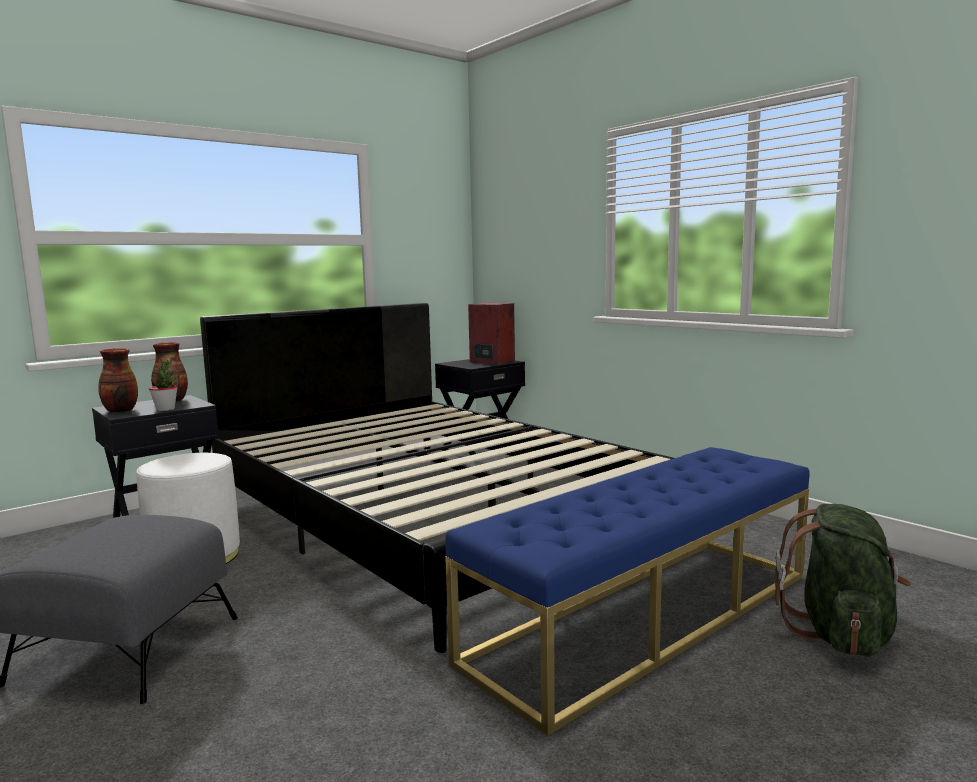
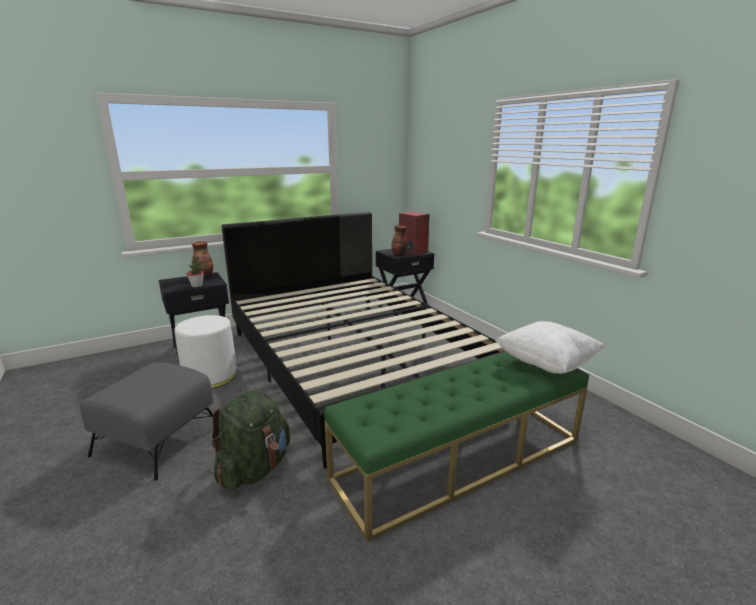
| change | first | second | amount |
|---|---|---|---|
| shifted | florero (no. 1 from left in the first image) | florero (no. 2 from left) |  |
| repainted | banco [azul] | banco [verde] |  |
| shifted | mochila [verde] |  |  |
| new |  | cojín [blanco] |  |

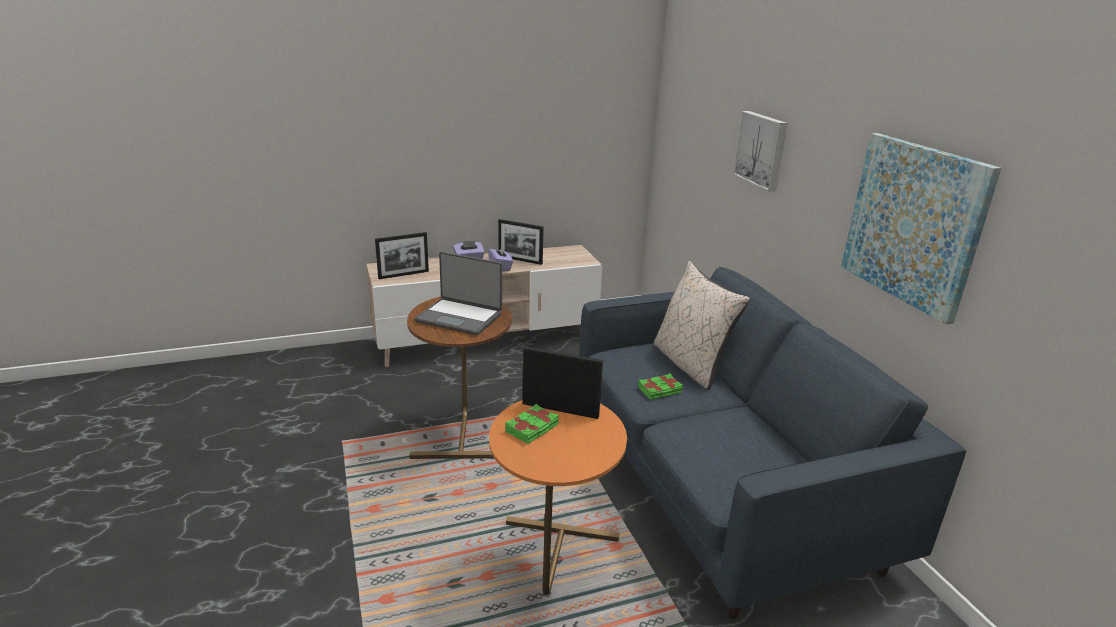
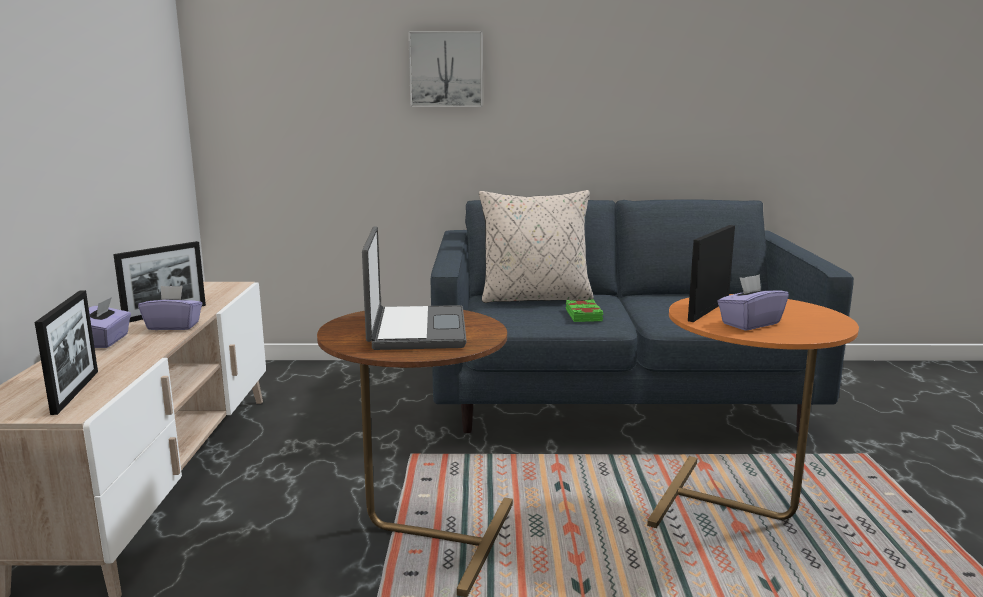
| change | first | second | amount |
|---|---|---|---|
| gone | cuadro (no. 2 from left) |  |  |
| rotated | portátil |  | 45 degrees counterclockwise |
| swapped | libro [verde] (no. 1 from left) | caja de pañuelos [morado] (no. 3 from left) |  |

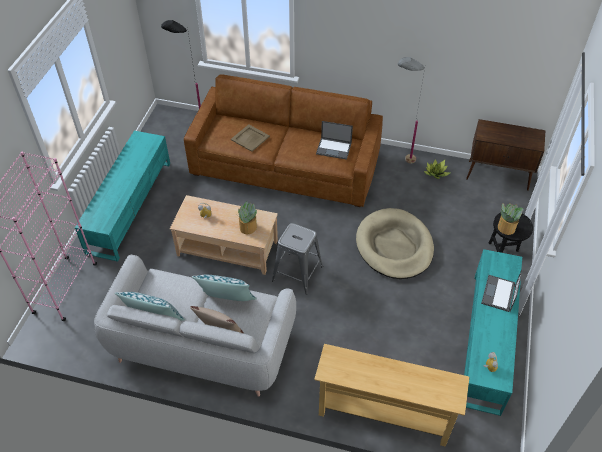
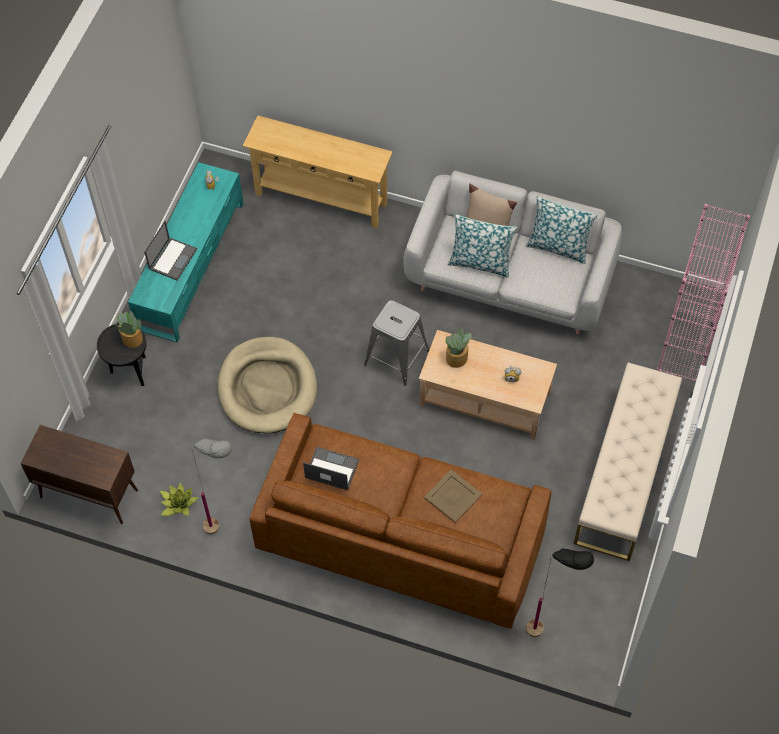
| change | first | second | amount |
|---|---|---|---|
| swapped | mueble de televisión [turquesa] (no. 1 from left) | banco [beis] |  |

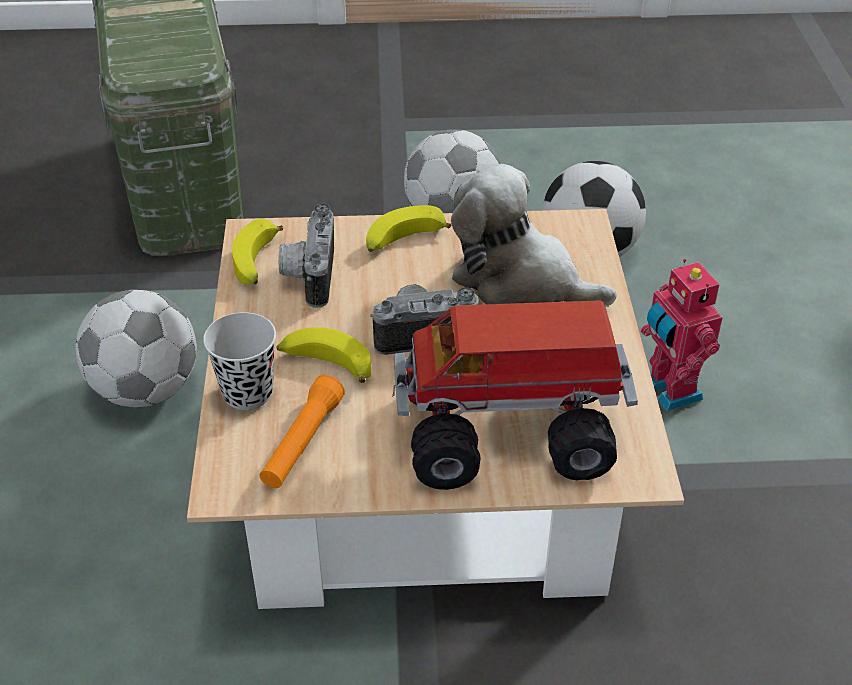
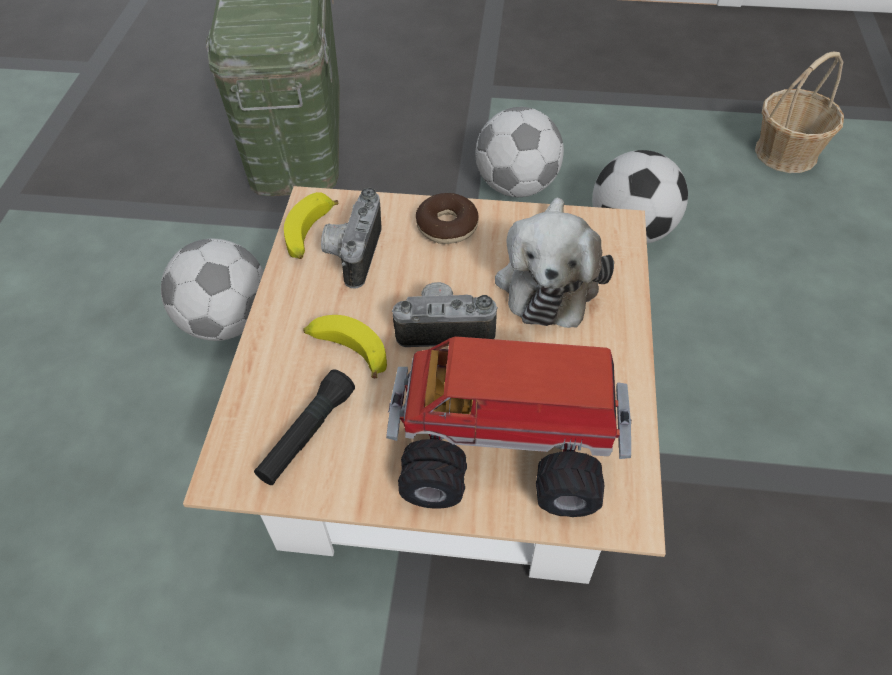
| change | first | second | amount |
|---|---|---|---|
| rotated | peluche |  | 120 degrees counterclockwise |
| swapped | plátano (no. 3 from left) | rosquilla |  |
| gone | robot de juguete |  |  |
| gone | taza [negro] |  |  |
| repainted | linterna [naranja] | linterna [negro] |  |
| new |  | cesta |  |

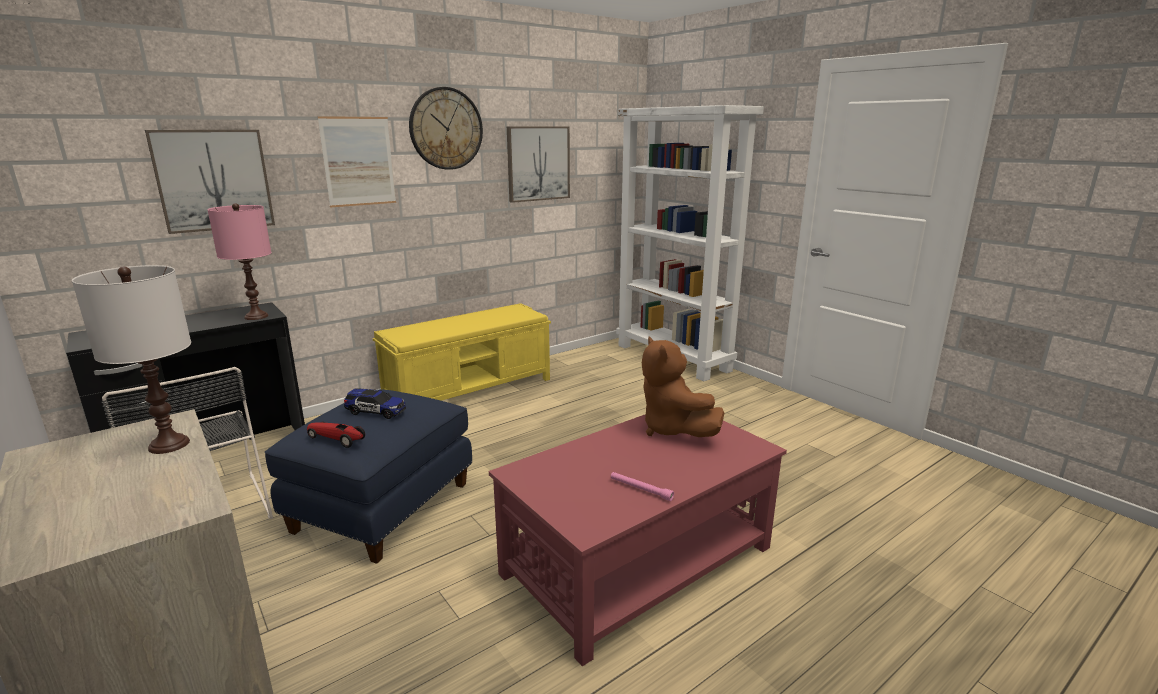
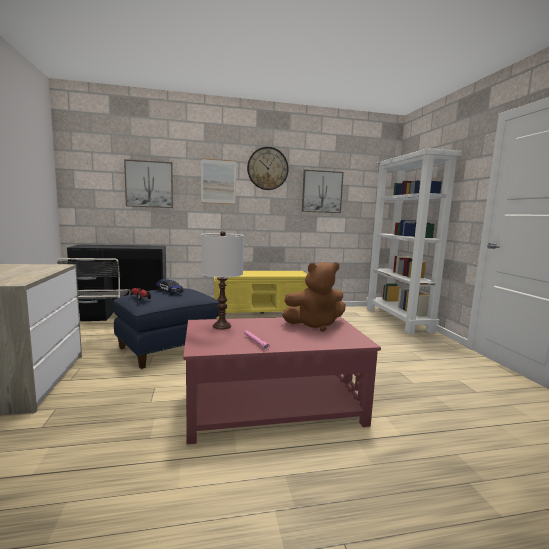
| change | first | second | amount |
|---|---|---|---|
| gone | lámpara de mesa [rosa] |  |  |
| shifted | lámpara de mesa [blanco] |  |  |
| rotated | peluche [marrón] |  | 105 degrees counterclockwise |

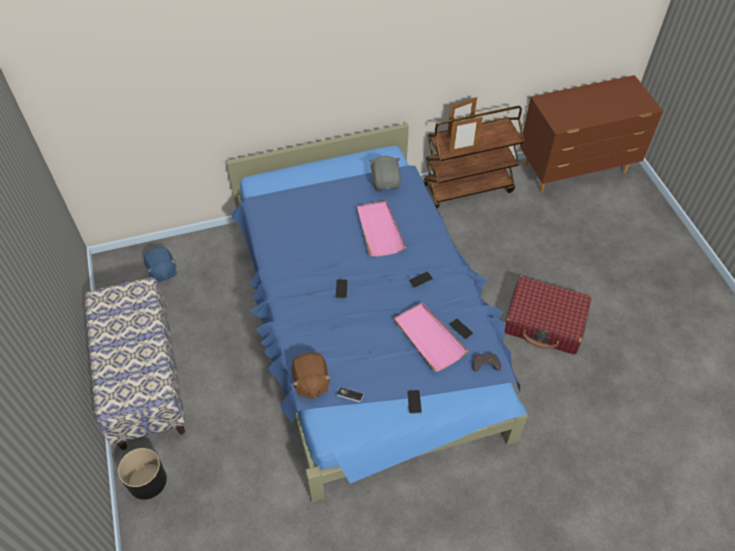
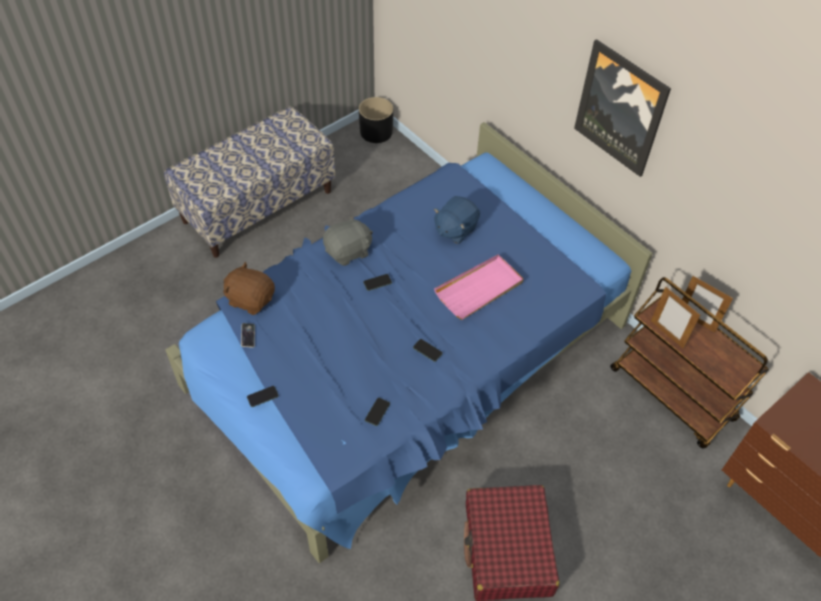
| change | first | second | amount |
|---|---|---|---|
| shifted | peluche [gris] |  |  |
| shifted | peluche [azul] |  |  |
| gone | bandeja [rosa] (no. 2 from left) |  |  |
| rotated | peluche [marrón] |  | 60 degrees clockwise |
| gone | mando de consola [gris] |  |  |
| shifted | maceta [negro] |  |  |
| new |  | cuadro |  |

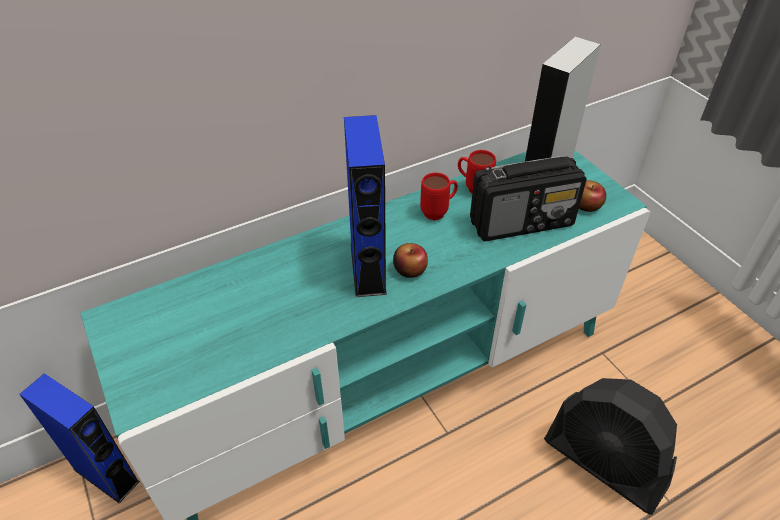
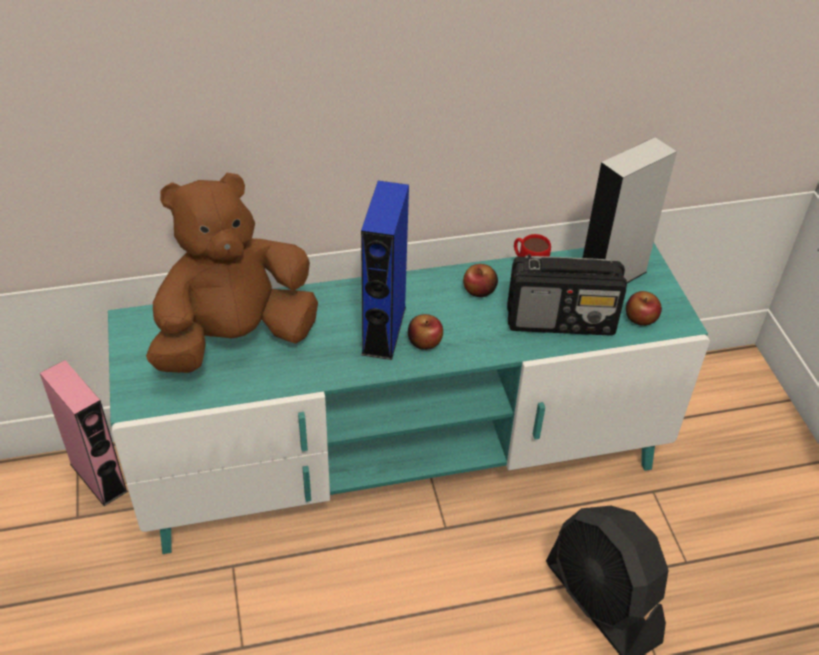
| change | first | second | amount |
|---|---|---|---|
| swapped | taza grande [rojo] (no. 1 from left) | manzana (no. 2 from left) |  |
| repainted | altavoz [azul] (no. 1 from left) | altavoz [rosa] |  |
| new |  | peluche [marrón] |  |

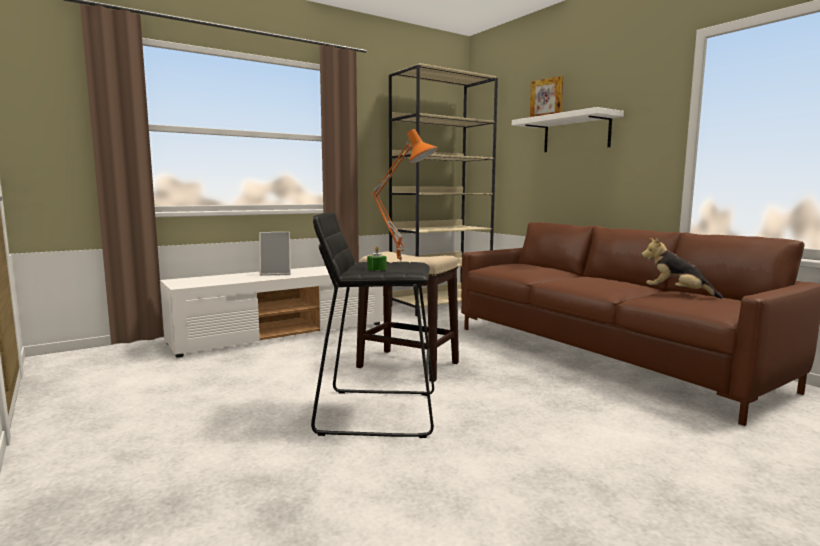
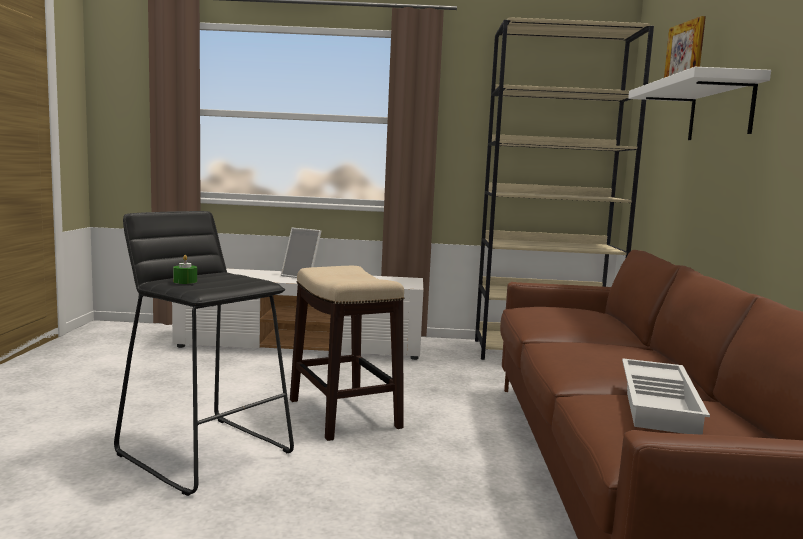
| change | first | second | amount |
|---|---|---|---|
| gone | lámpara de mesa [naranja] |  |  |
| swapped | peluche | bandeja [blanco] |  |

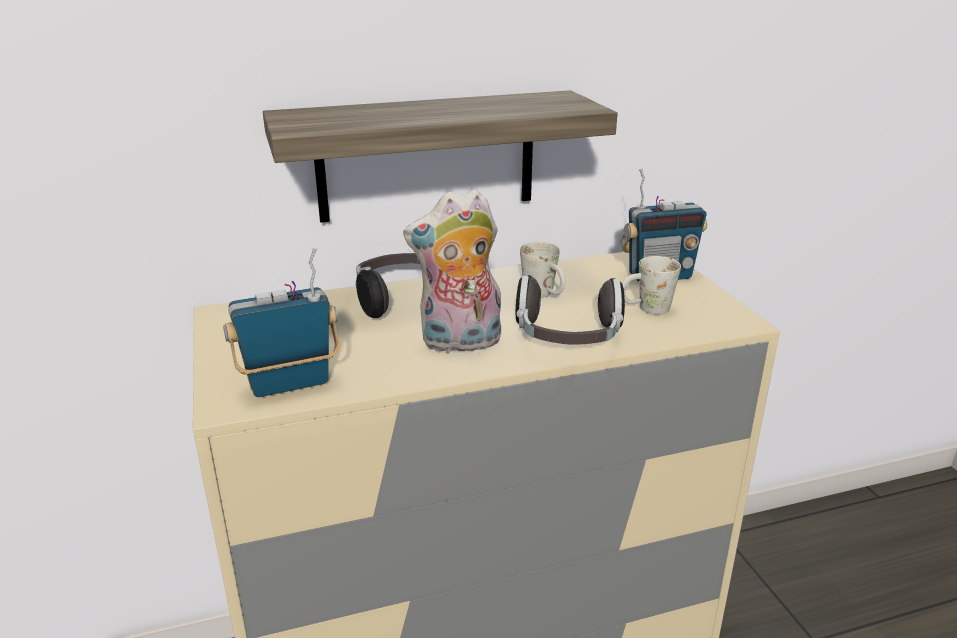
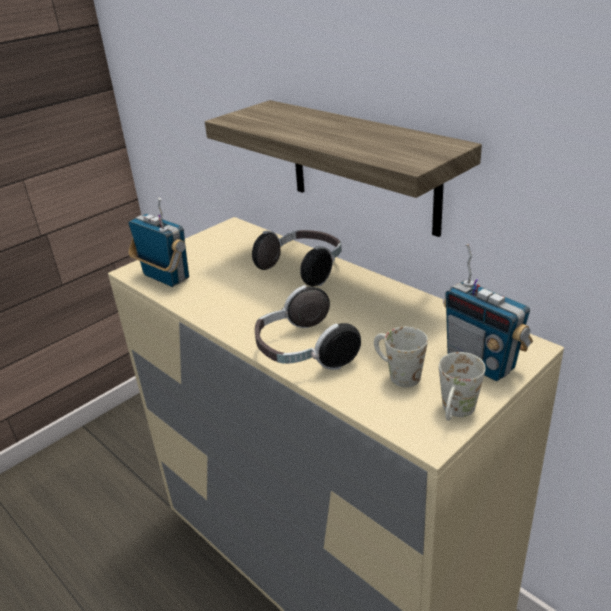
| change | first | second | amount |
|---|---|---|---|
| gone | peluche |  |  |
| shifted | taza grande [blanco] (no. 1 from left in the first image) | taza grande [blanco] (no. 2 from left) |  |

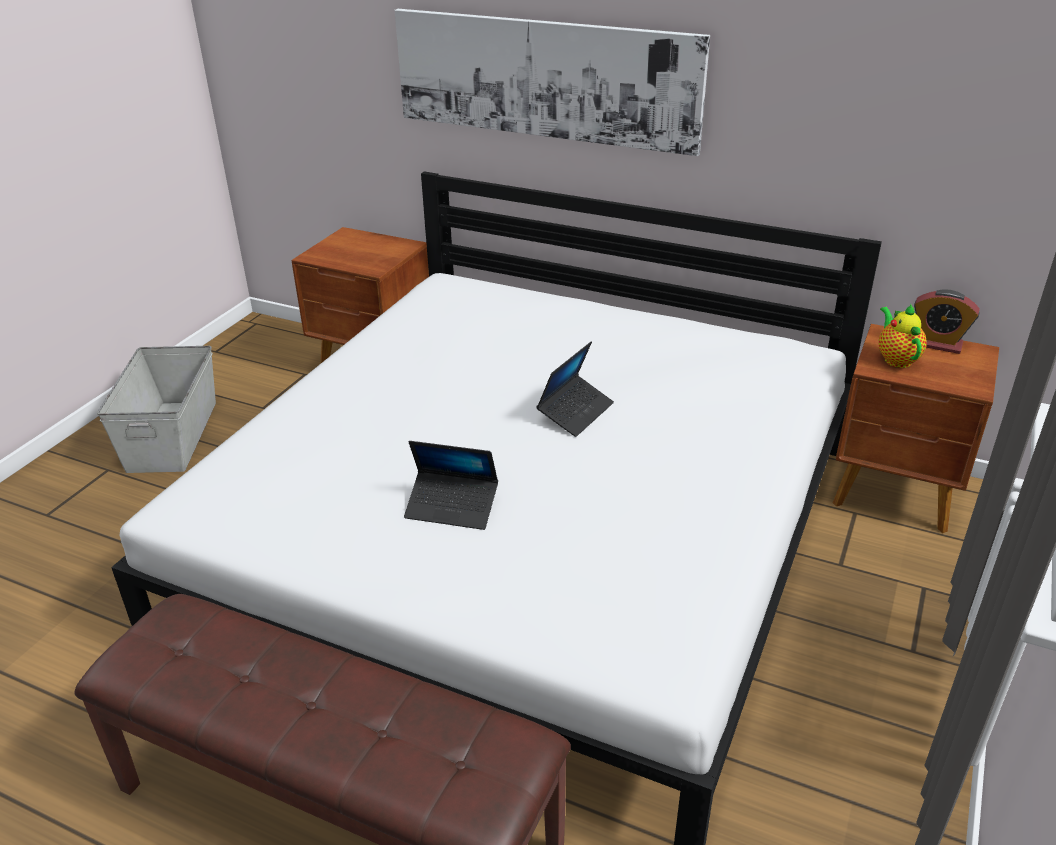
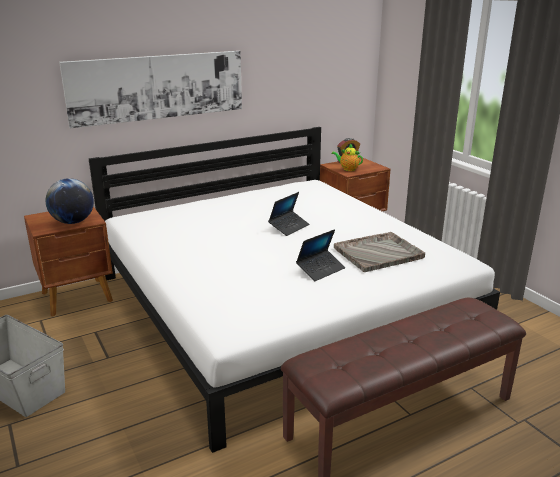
| change | first | second | amount |
|---|---|---|---|
| rotated | portátil (no. 2 from left in the first image) | portátil (no. 1 from left) | 60 degrees clockwise |
| new |  | globo terráqueo |  |
| new |  | bandeja [gris] |  |

